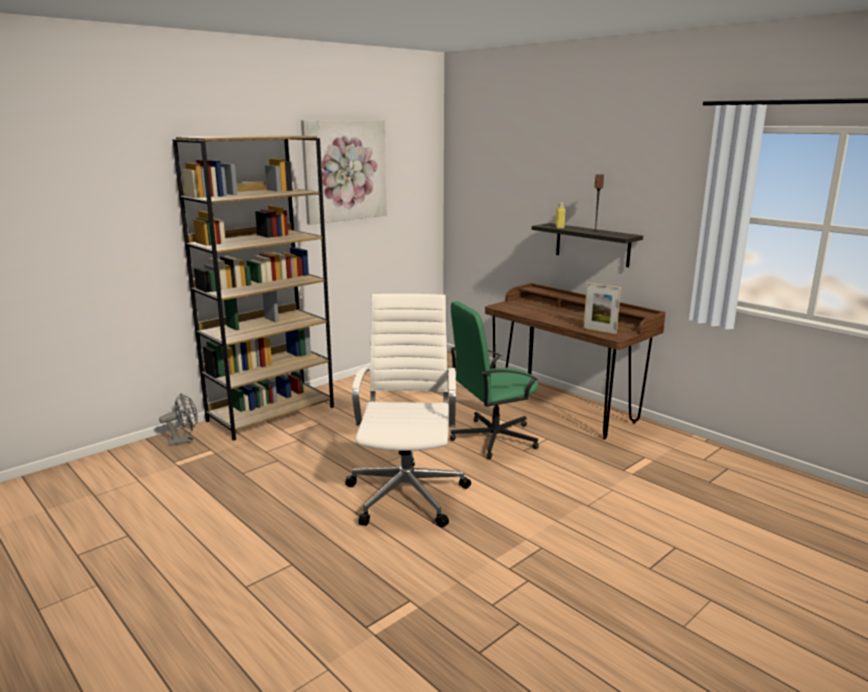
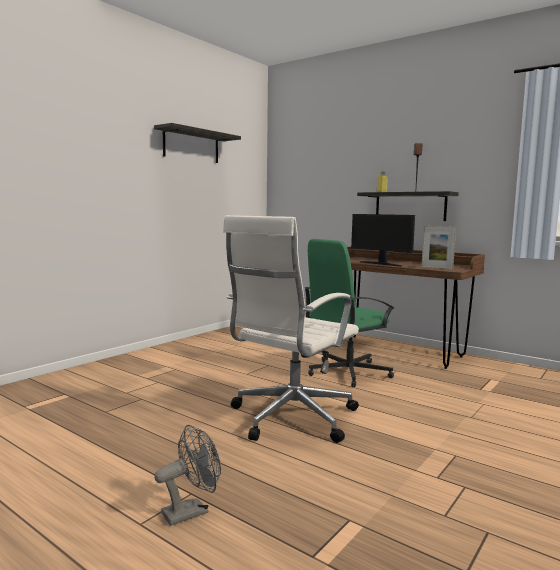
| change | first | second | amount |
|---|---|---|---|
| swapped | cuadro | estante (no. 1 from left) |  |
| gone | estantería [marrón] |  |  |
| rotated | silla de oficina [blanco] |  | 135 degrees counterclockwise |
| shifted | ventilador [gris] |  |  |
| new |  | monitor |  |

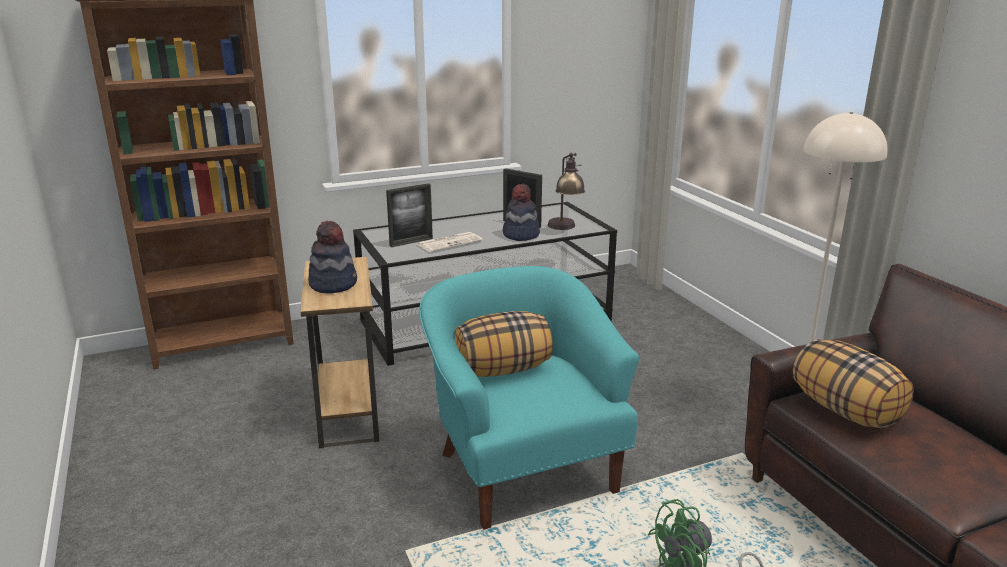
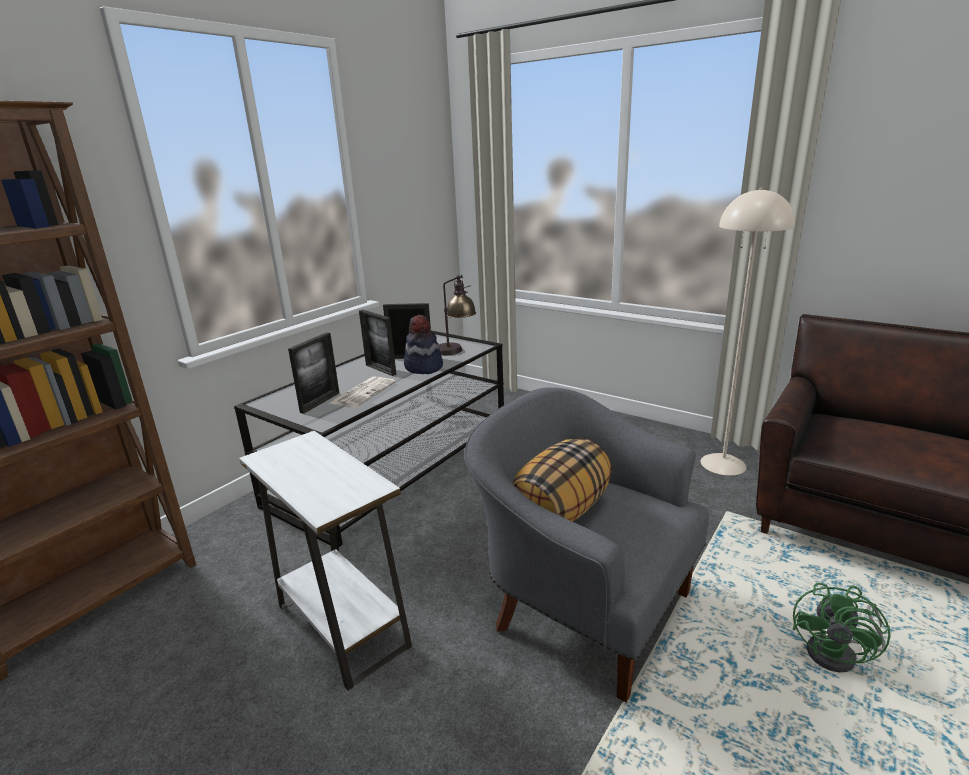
| change | first | second | amount |
|---|---|---|---|
| gone | sombrero (no. 1 from left) |  |  |
| repainted | mesa auxiliar [marrón] | mesa auxiliar [blanco] |  |
| repainted | sillón [turquesa] | sillón [gris] |  |
| gone | cojín (no. 2 from left) |  |  |
| new |  | portarretratos (no. 2 from left) |  |

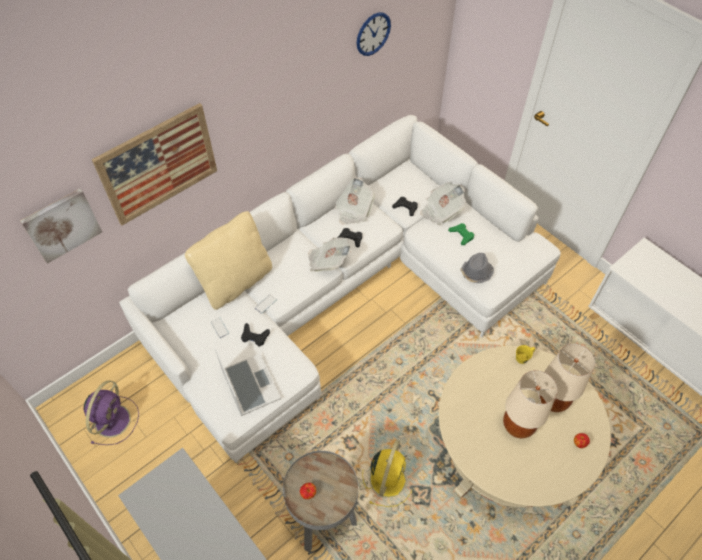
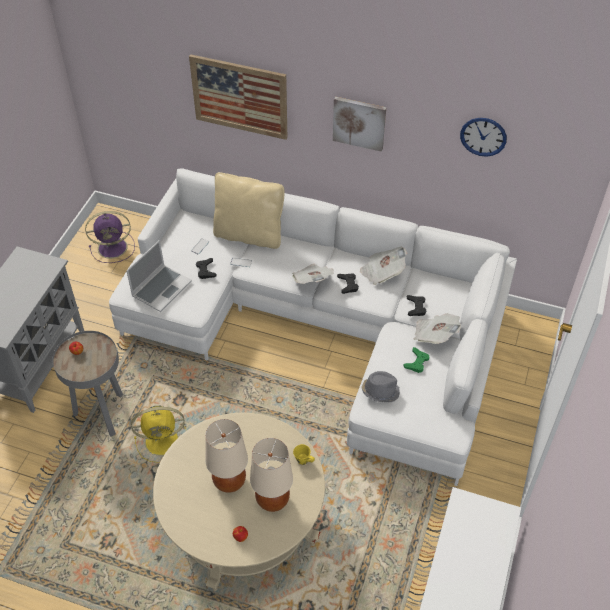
| change | first | second | amount |
|---|---|---|---|
| shifted | cuadro (no. 1 from left in the first image) | cuadro (no. 2 from left) |  |

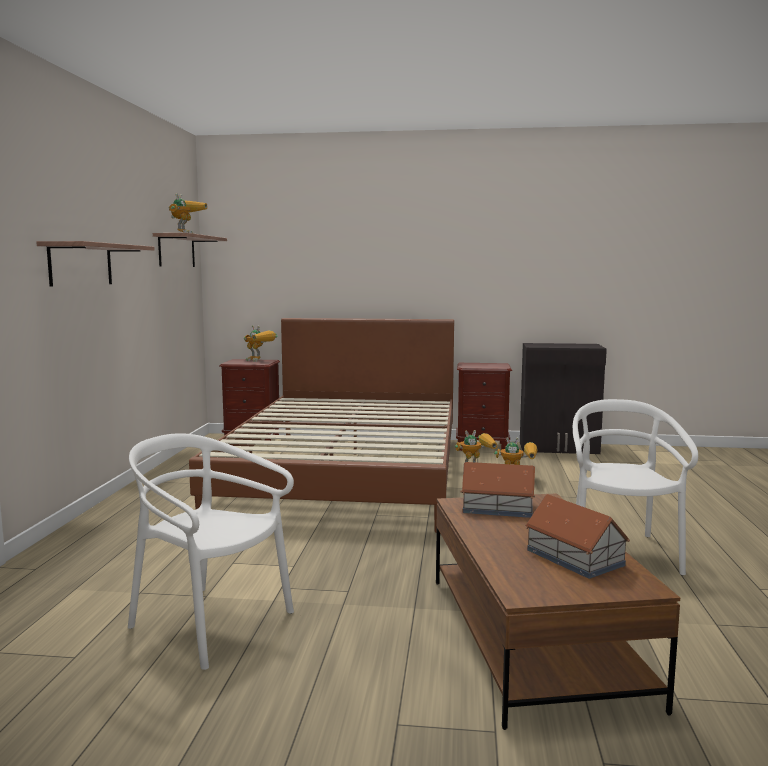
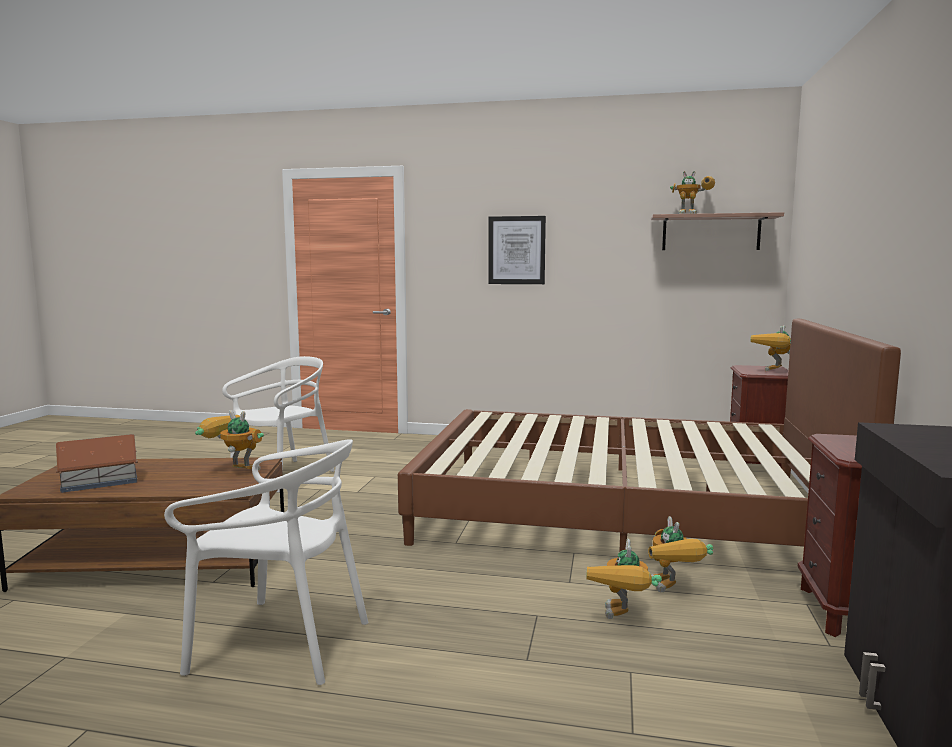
| change | first | second | amount |
|---|---|---|---|
| swapped | estante (no. 1 from left) | cuadro |  |
| swapped | casita (no. 1 from left) | robot de juguete (no. 1 from left) |  |

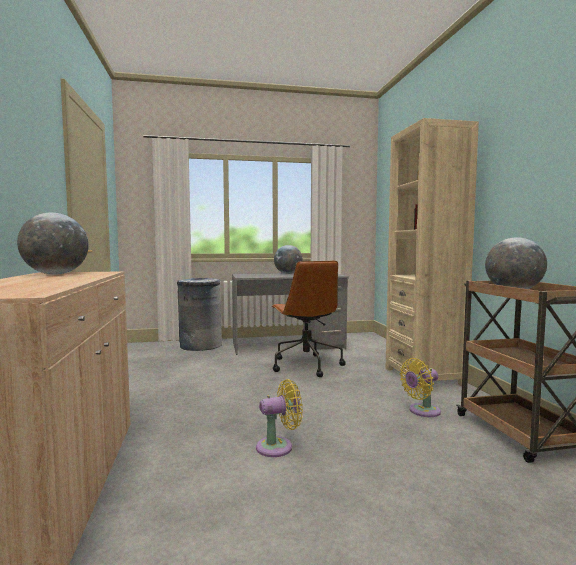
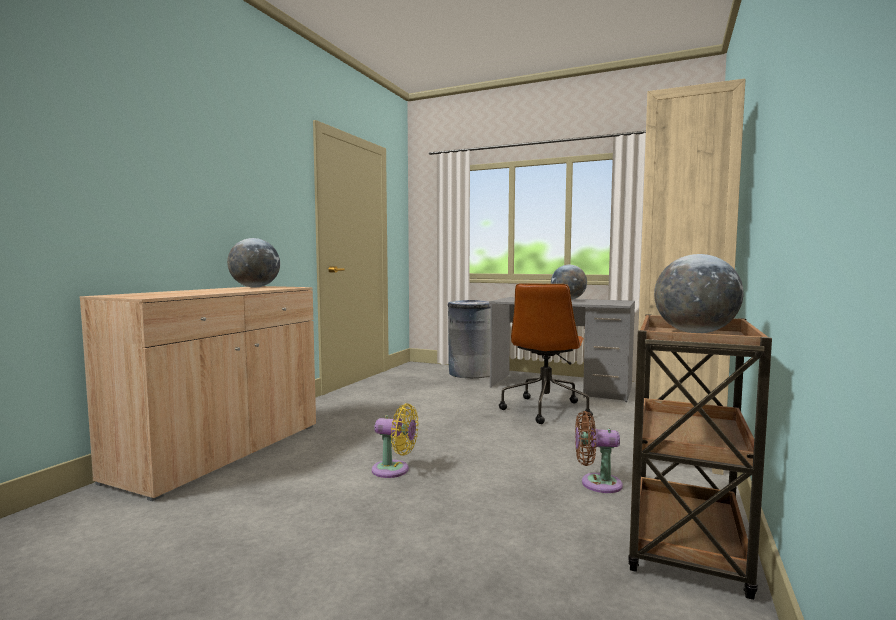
| change | first | second | amount |
|---|---|---|---|
| repainted | ventilador [amarillo] (no. 2 from left) | ventilador [marrón] |  |

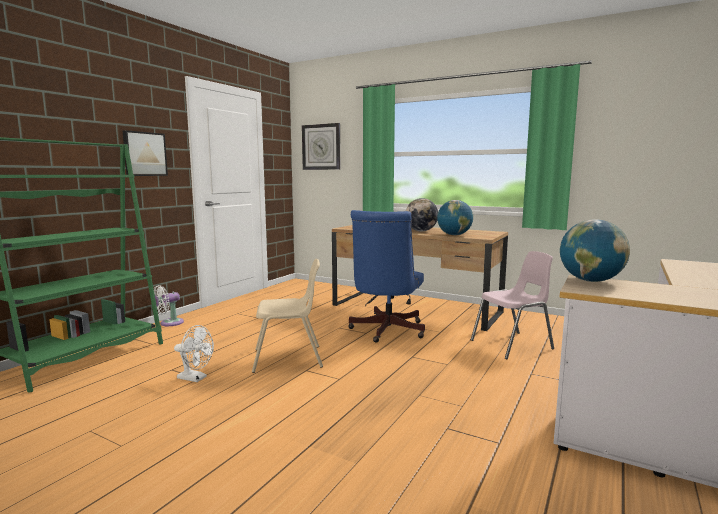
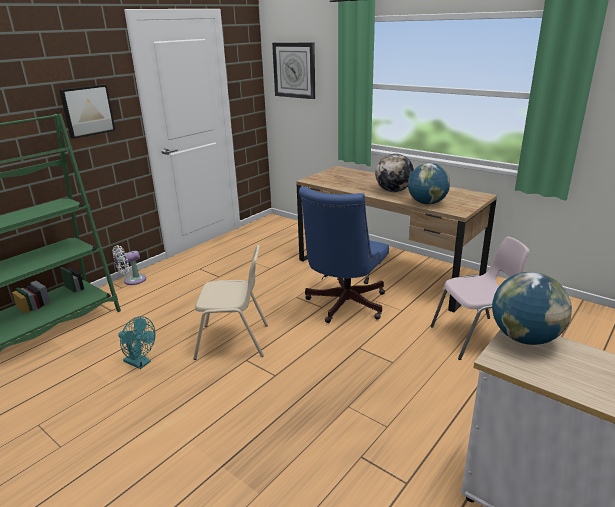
| change | first | second | amount |
|---|---|---|---|
| repainted | ventilador [blanco] (no. 2 from left) | ventilador [turquesa] |  |

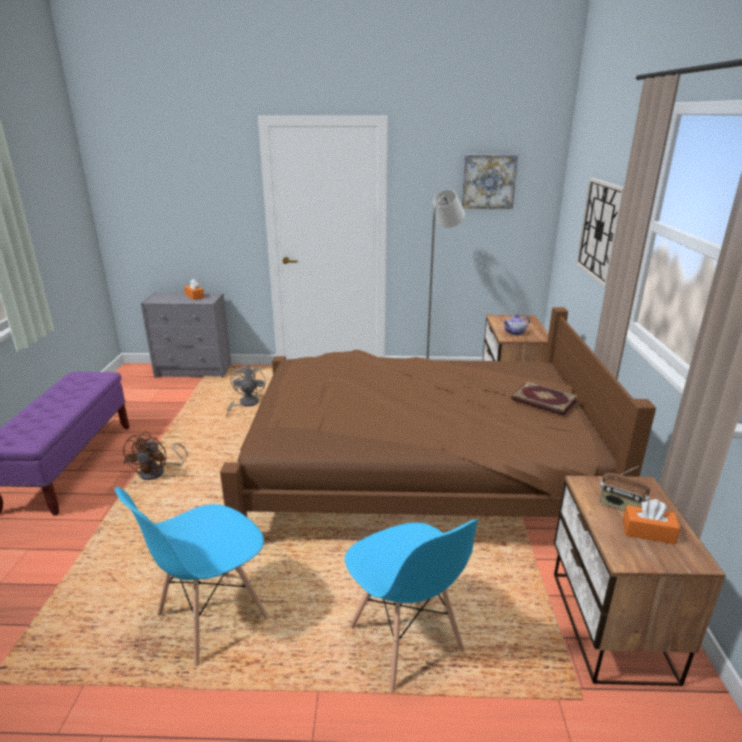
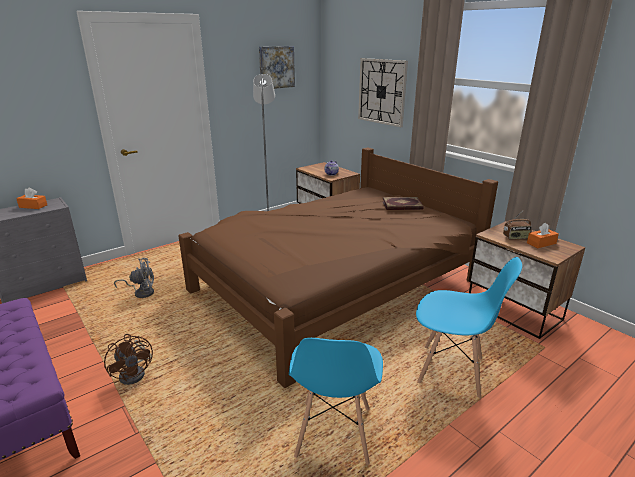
| change | first | second | amount |
|---|---|---|---|
| rotated | ventilador [gris] |  | 120 degrees clockwise |

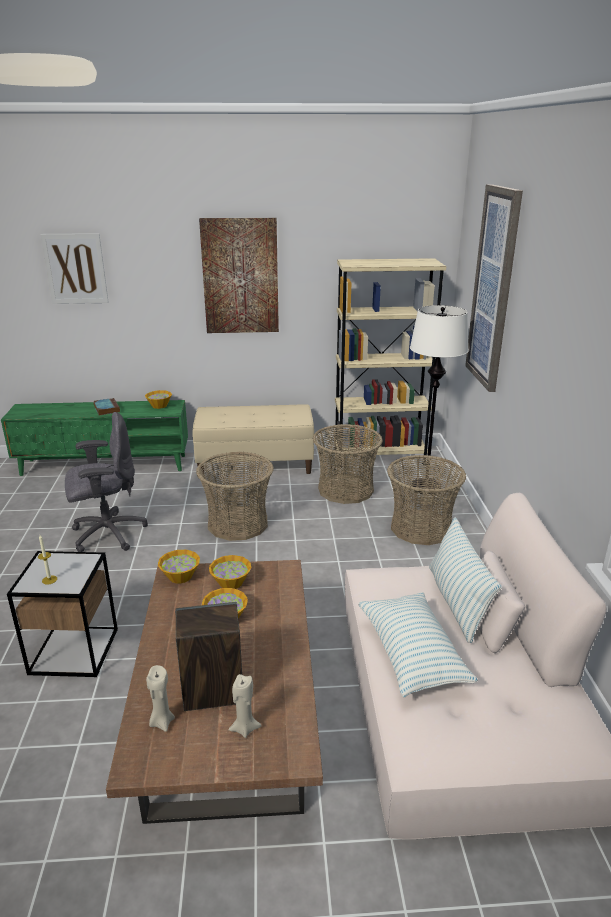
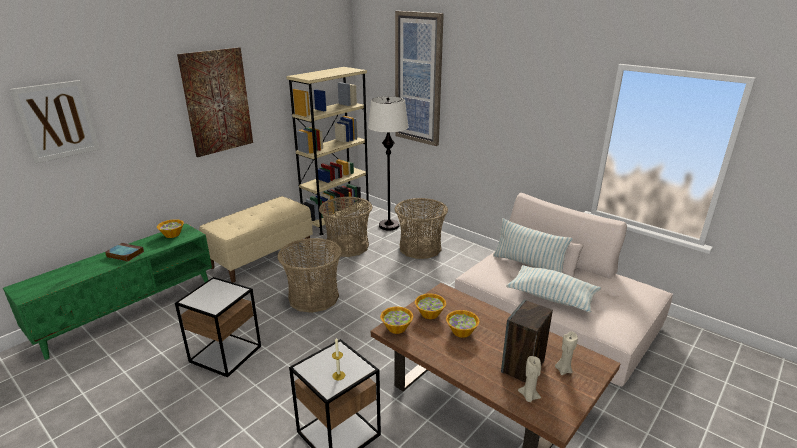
| change | first | second | amount |
|---|---|---|---|
| swapped | silla de oficina [gris] | mesa auxiliar (no. 1 from left) |  |

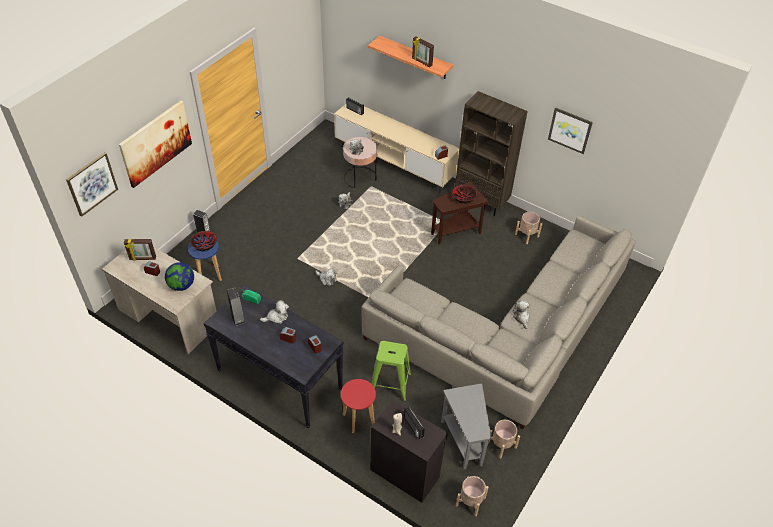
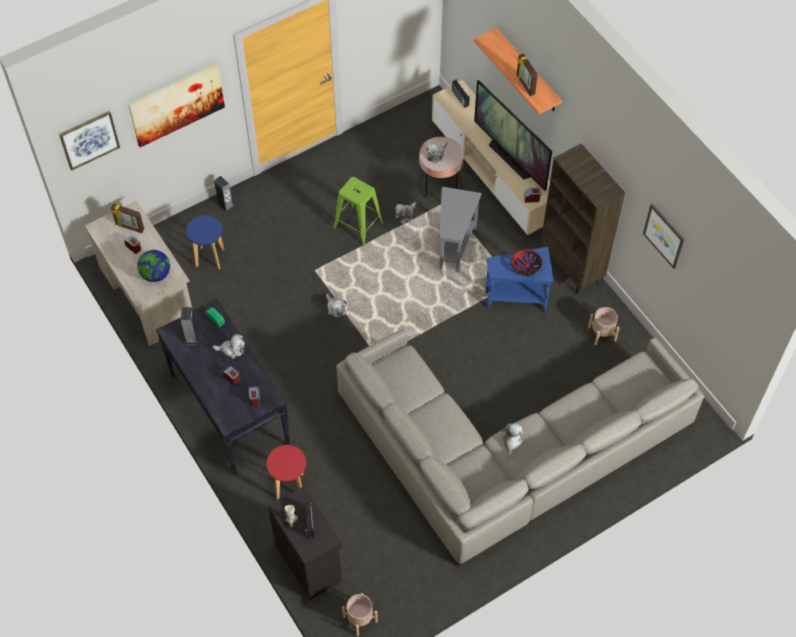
| change | first | second | amount |
|---|---|---|---|
| repainted | mesa auxiliar [marrón] | mesa auxiliar [azul] |  |
| gone | cuenco (no. 1 from left) |  |  |
| shifted | taburete [verde] |  |  |
| shifted | mesa auxiliar [gris] |  |  |
| gone | maceta [beis] (no. 2 from left) |  |  |
| new |  | televisor |  |

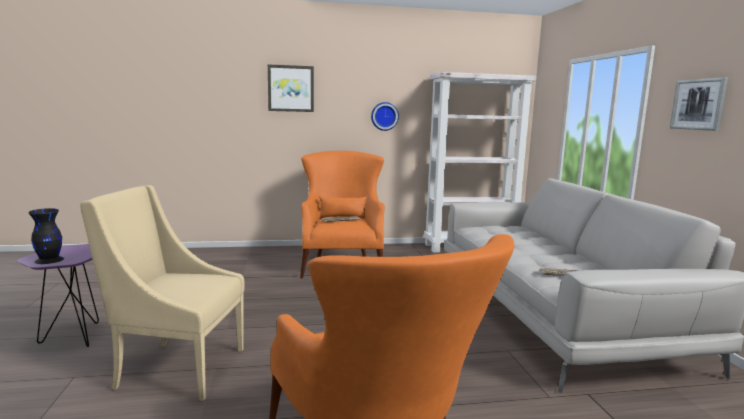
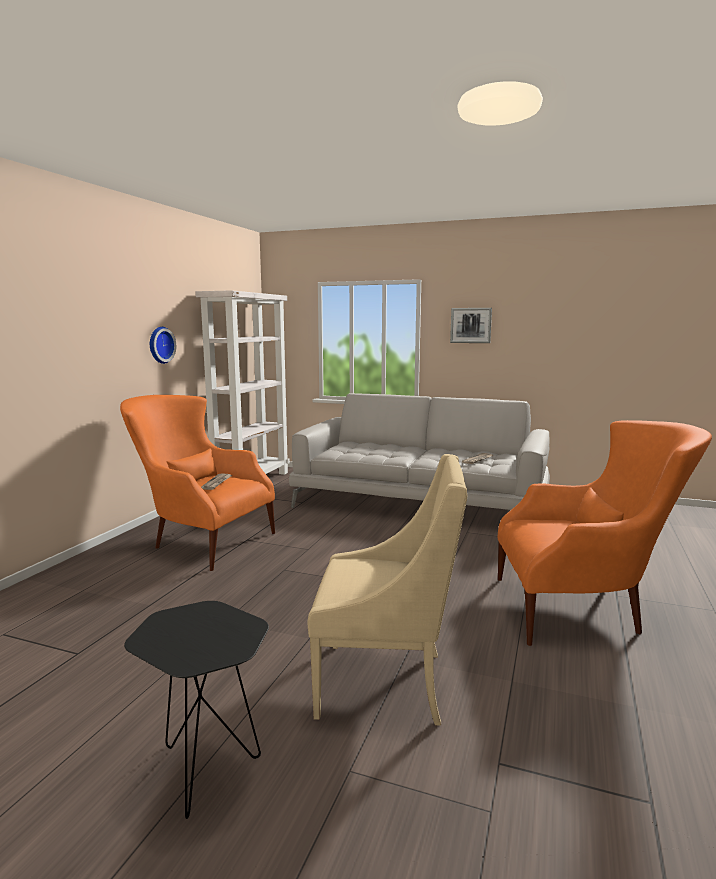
| change | first | second | amount |
|---|---|---|---|
| gone | cuadro (no. 1 from left) |  |  |
| rotated | sillón [beis] |  | 120 degrees counterclockwise |
| gone | florero [negro] |  |  |
| repainted | mesa auxiliar [morado] | mesa auxiliar [negro] |  |

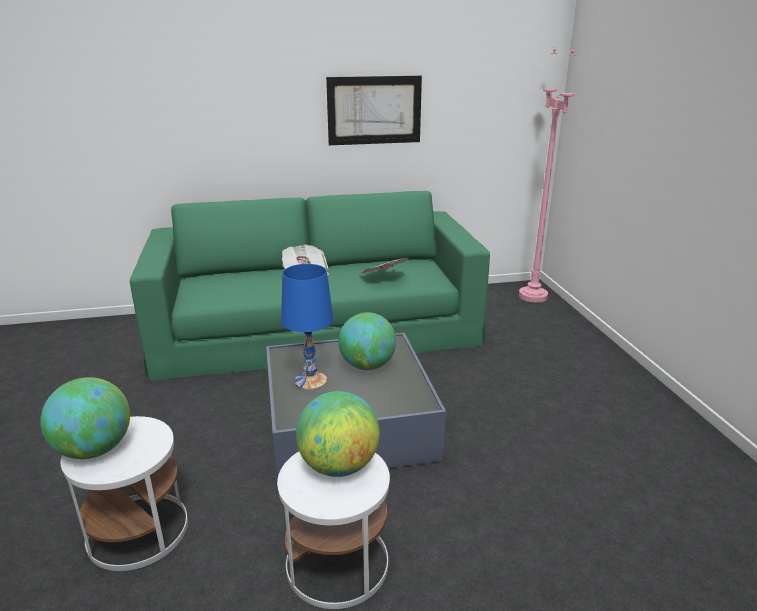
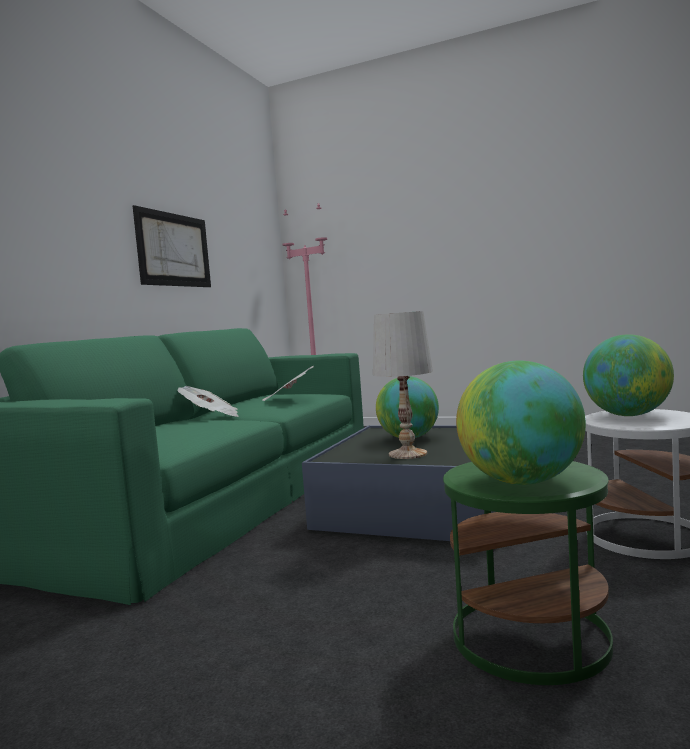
| change | first | second | amount |
|---|---|---|---|
| repainted | lámpara de mesa [azul] | lámpara de mesa [blanco] |  |
| repainted | mesa auxiliar [blanco] (no. 1 from left) | mesa auxiliar [verde] |  |

